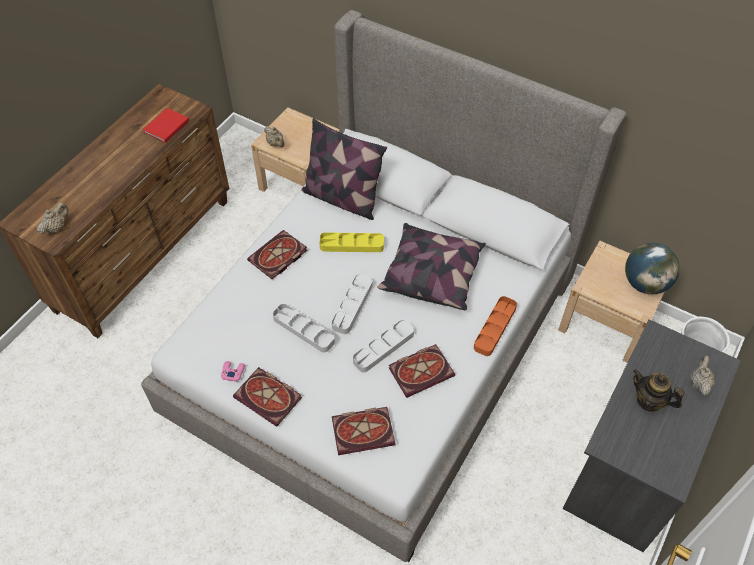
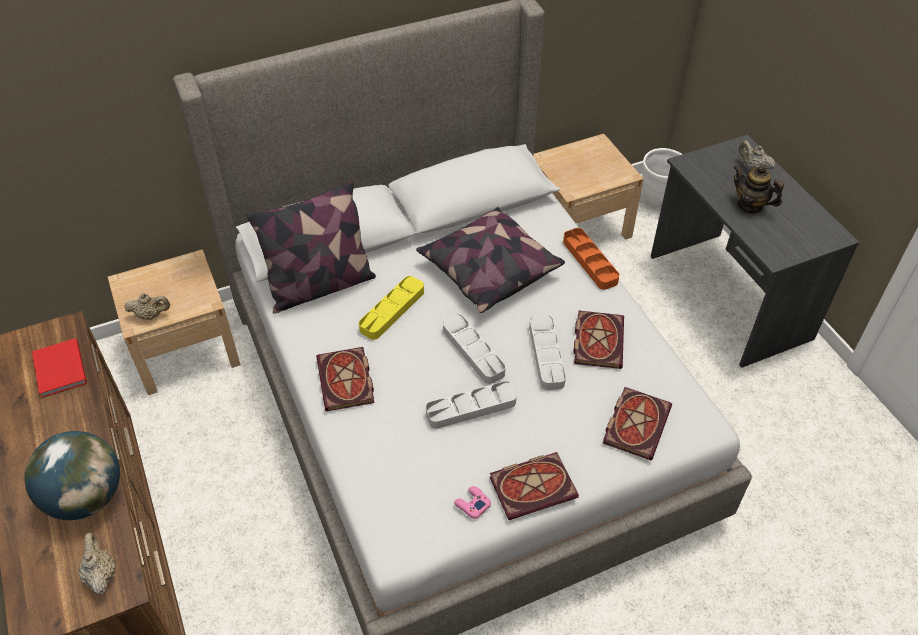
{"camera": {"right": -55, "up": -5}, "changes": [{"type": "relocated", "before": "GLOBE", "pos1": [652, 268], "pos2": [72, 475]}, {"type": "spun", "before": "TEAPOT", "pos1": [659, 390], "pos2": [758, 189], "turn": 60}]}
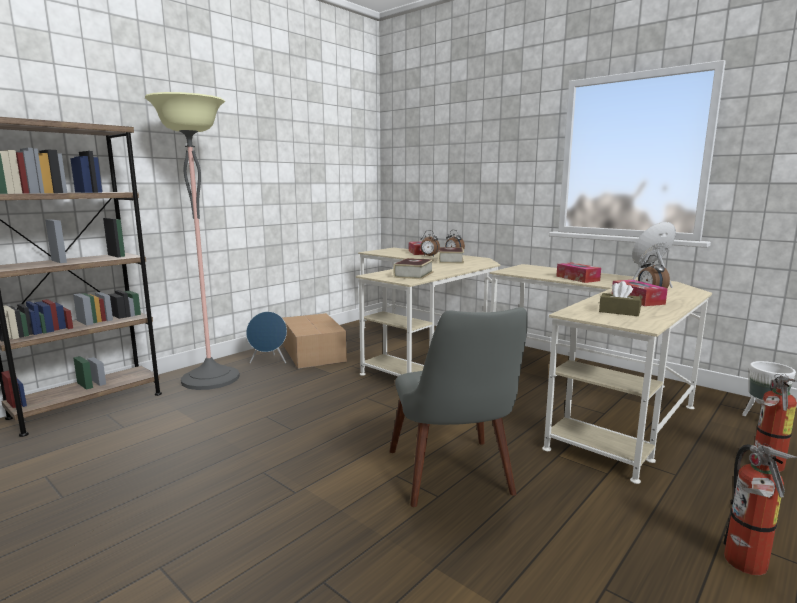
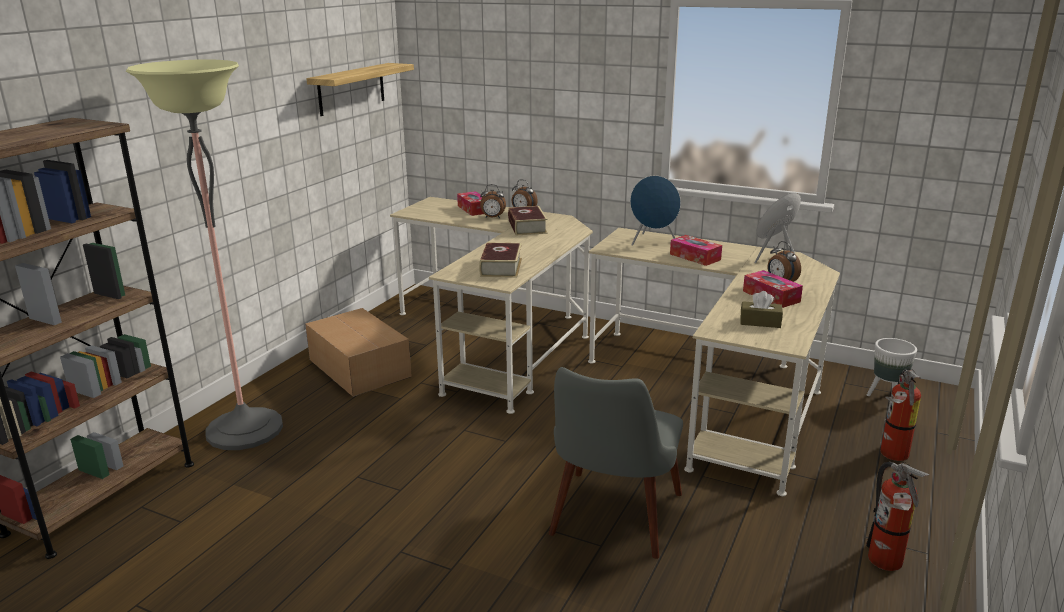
{"camera": {"right": -15, "up": 10}, "changes": [{"type": "spun", "before": "GREY CHAIR", "pos1": [459, 407], "pos2": [616, 463], "turn": 45}, {"type": "relocated", "before": "BLUE SPEAKER", "pos1": [266, 337], "pos2": [655, 211]}, {"type": "appeared", "after": "SHELF", "pos2": [360, 89]}]}
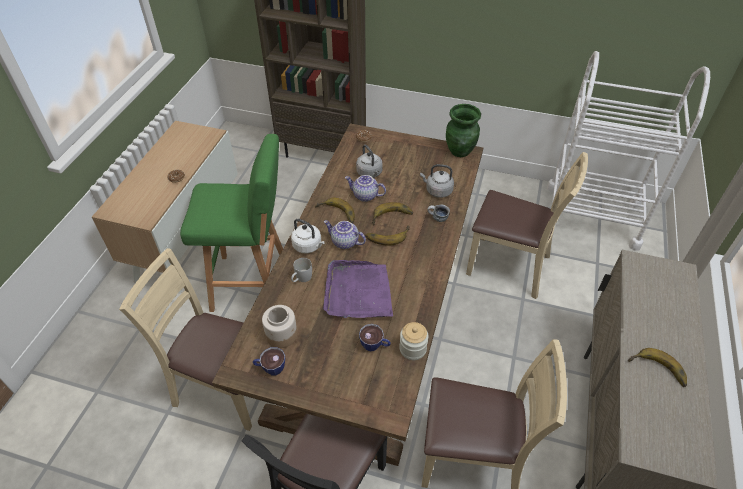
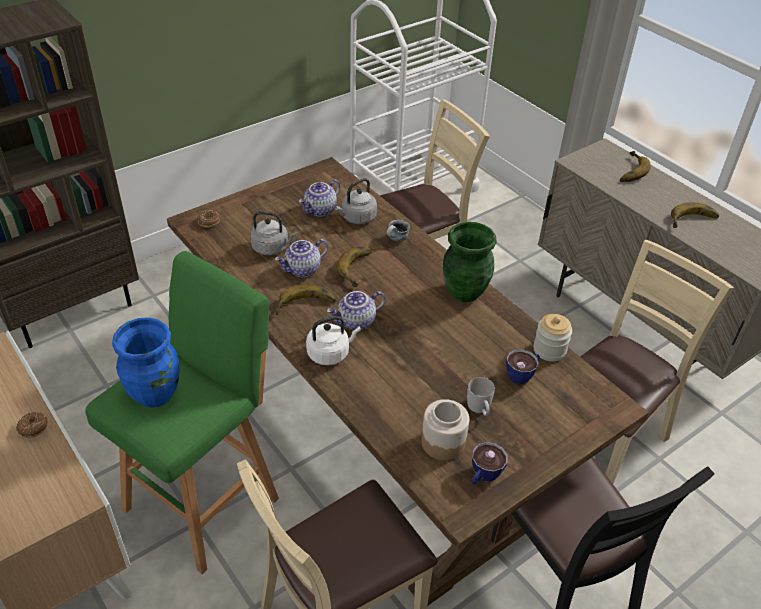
{"camera": {"right": -55, "up": -5}, "changes": [{"type": "relocated", "before": "GREEN VASE", "pos1": [463, 130], "pos2": [470, 262]}, {"type": "relocated", "before": "BANANA", "pos1": [387, 235], "pos2": [635, 166]}, {"type": "relocated", "before": "WHITE MUG", "pos1": [301, 270], "pos2": [481, 396]}, {"type": "missing", "before": "PURPLE TRAY", "pos1": [358, 289]}, {"type": "appeared", "after": "TEAPOT", "pos2": [319, 198]}, {"type": "appeared", "after": "BLUE VASE", "pos2": [145, 362]}]}
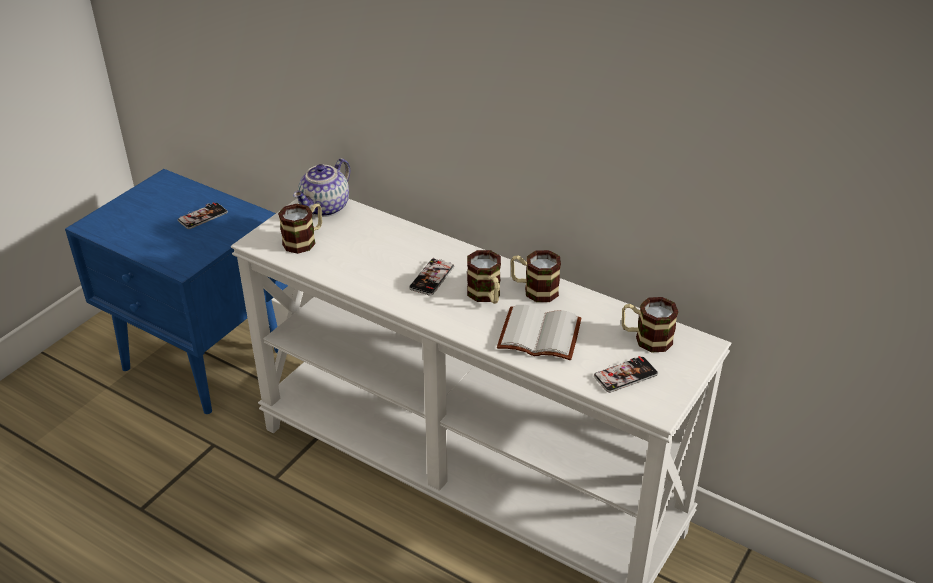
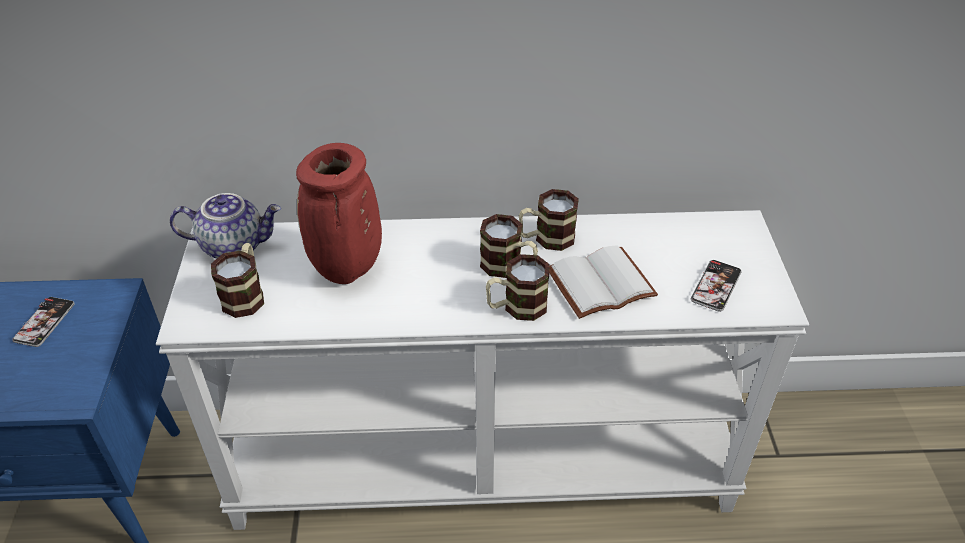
{"camera": {"right": -35, "up": 5}, "changes": [{"type": "spun", "before": "TEAPOT", "pos1": [321, 187], "pos2": [225, 225], "turn": -90}, {"type": "missing", "before": "PHONE", "pos1": [431, 277]}, {"type": "relocated", "before": "MUG", "pos1": [650, 325], "pos2": [518, 287]}, {"type": "appeared", "after": "RED VASE", "pos2": [339, 213]}]}
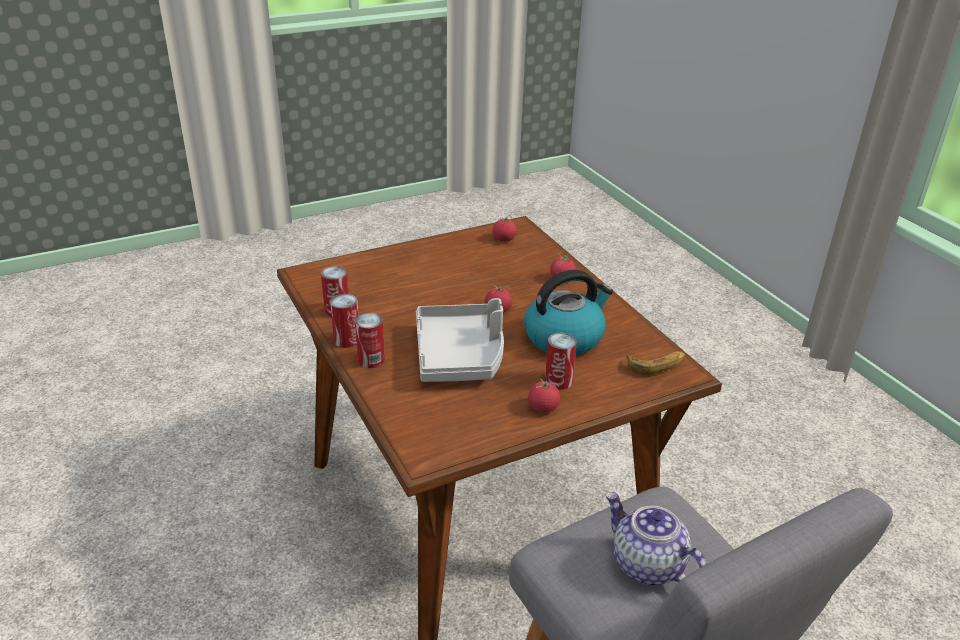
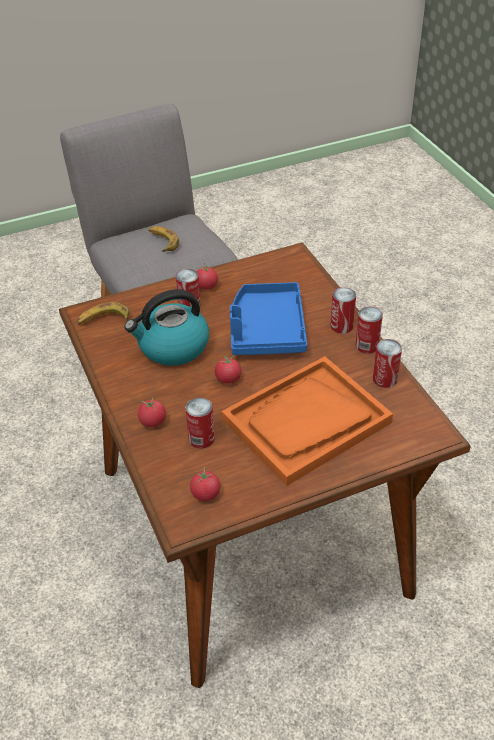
{"camera": {"right": -175, "up": 10}, "changes": [{"type": "colour", "before": "GREY TRAY", "after": "BLUE TRAY", "pos1": [460, 340], "pos2": [268, 318]}, {"type": "exchanged", "before": "TEAPOT", "after": "BANANA", "pos1": [656, 538], "pos2": [163, 239]}, {"type": "appeared", "after": "ORANGE TRAY", "pos2": [307, 421]}, {"type": "appeared", "after": "CAN", "pos2": [200, 423]}]}
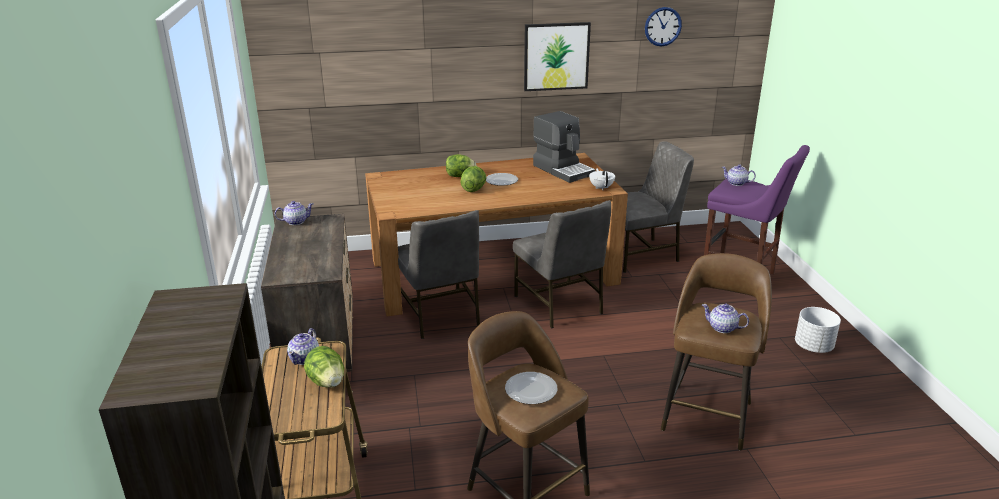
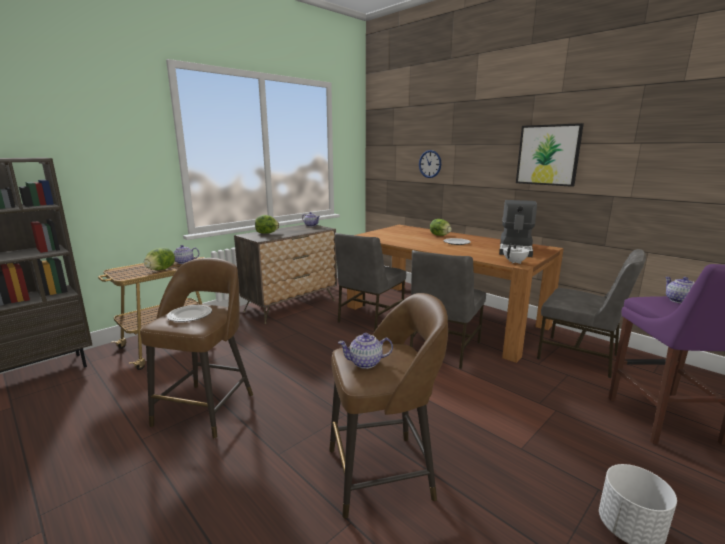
{"camera": {"right": 55, "up": -10}, "changes": [{"type": "relocated", "before": "WALL CLOCK", "pos1": [663, 26], "pos2": [430, 164]}, {"type": "relocated", "before": "LETTUCE", "pos1": [473, 179], "pos2": [267, 224]}, {"type": "spun", "before": "TEAPOT", "pos1": [725, 318], "pos2": [365, 351], "turn": -90}]}
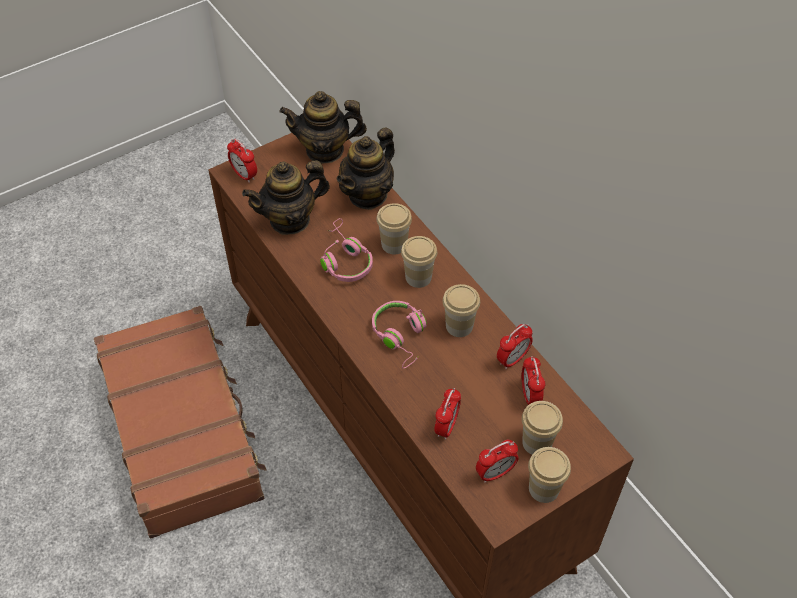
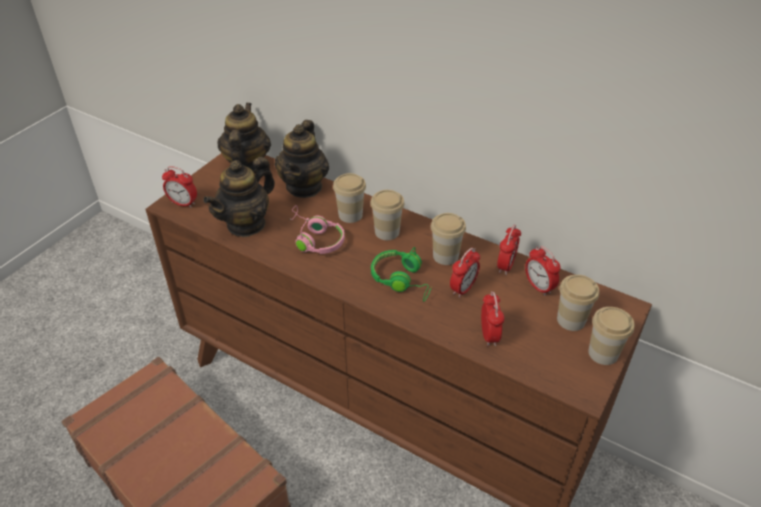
{"camera": {"right": -25, "up": -10}, "changes": [{"type": "spun", "before": "TEAPOT", "pos1": [323, 127], "pos2": [244, 138], "turn": 120}, {"type": "colour", "before": "PINK HEADPHONES", "after": "GREEN HEADPHONES", "pos1": [399, 335], "pos2": [401, 274]}, {"type": "relocated", "before": "ALARM CLOCK", "pos1": [497, 461], "pos2": [465, 273]}]}
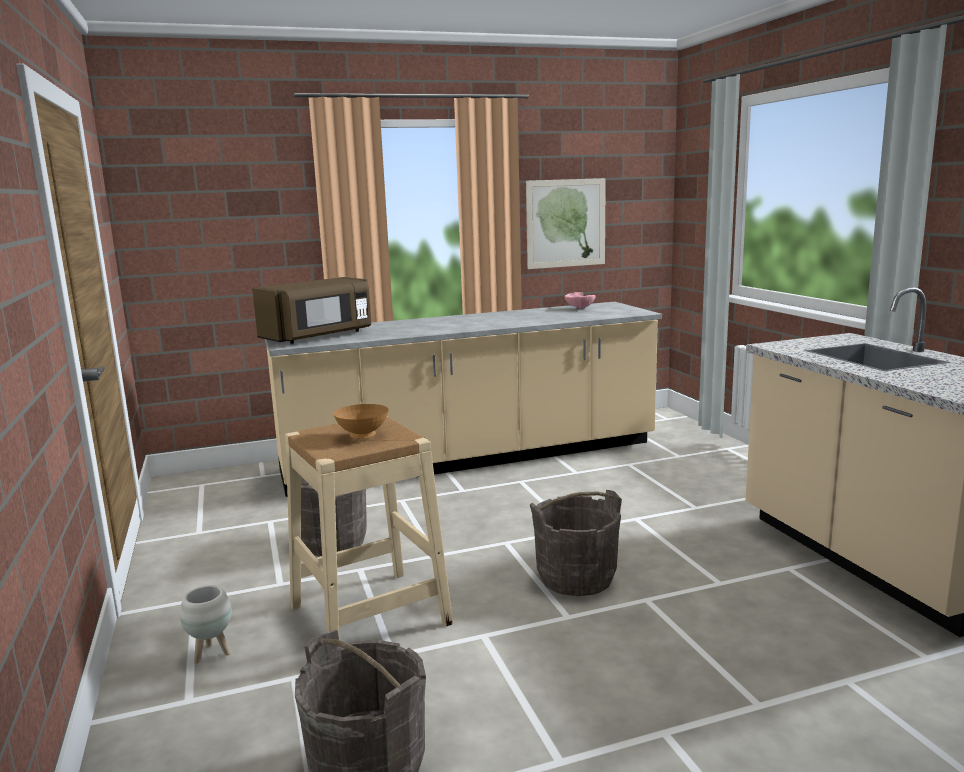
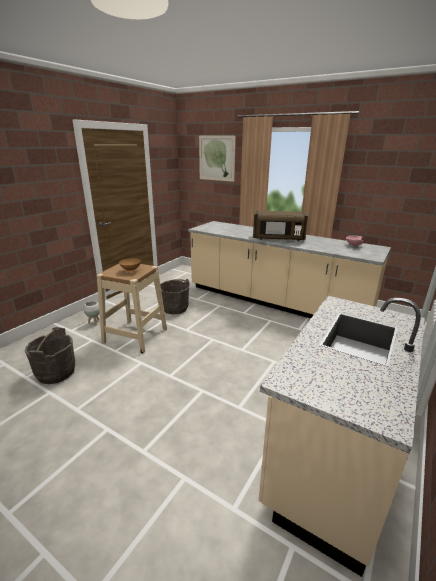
{"camera": {"right": 50, "up": 10}, "changes": [{"type": "relocated", "before": "PICTURE", "pos1": [566, 223], "pos2": [217, 158]}, {"type": "relocated", "before": "BROWN MICROWAVE", "pos1": [311, 310], "pos2": [280, 226]}, {"type": "missing", "before": "GREY BUCKET", "pos1": [576, 543]}]}
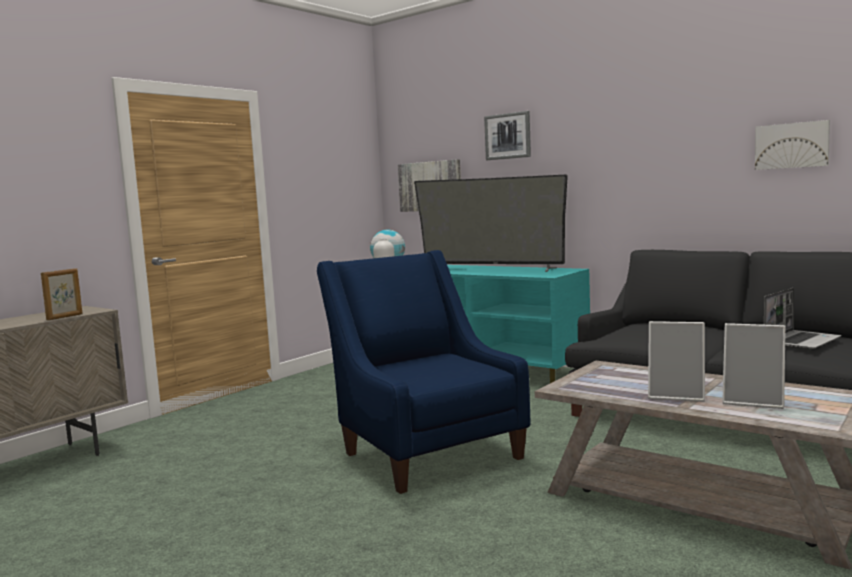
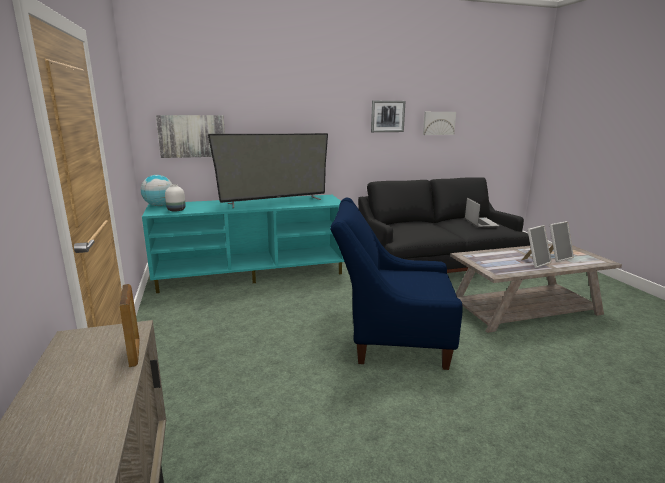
{"camera": {"right": -55, "up": 10}, "changes": [{"type": "relocated", "before": "PICTURE", "pos1": [507, 135], "pos2": [388, 116]}]}
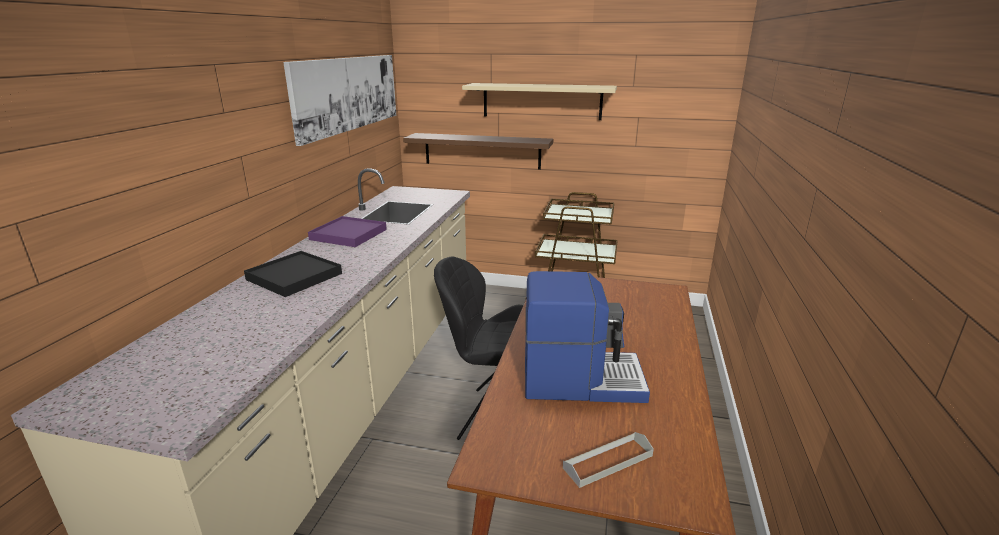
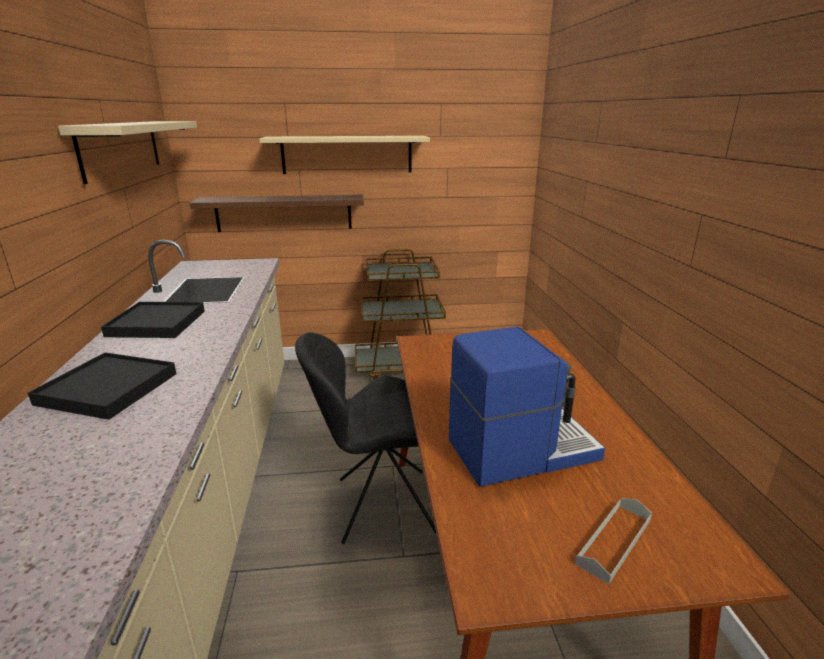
{"camera": {"right": -20, "up": 0}, "changes": [{"type": "exchanged", "before": "PICTURE", "after": "BEIGE SHELF", "pos1": [339, 100], "pos2": [127, 152]}, {"type": "colour", "before": "PURPLE TRAY", "after": "BLACK TRAY", "pos1": [347, 231], "pos2": [153, 320]}]}
